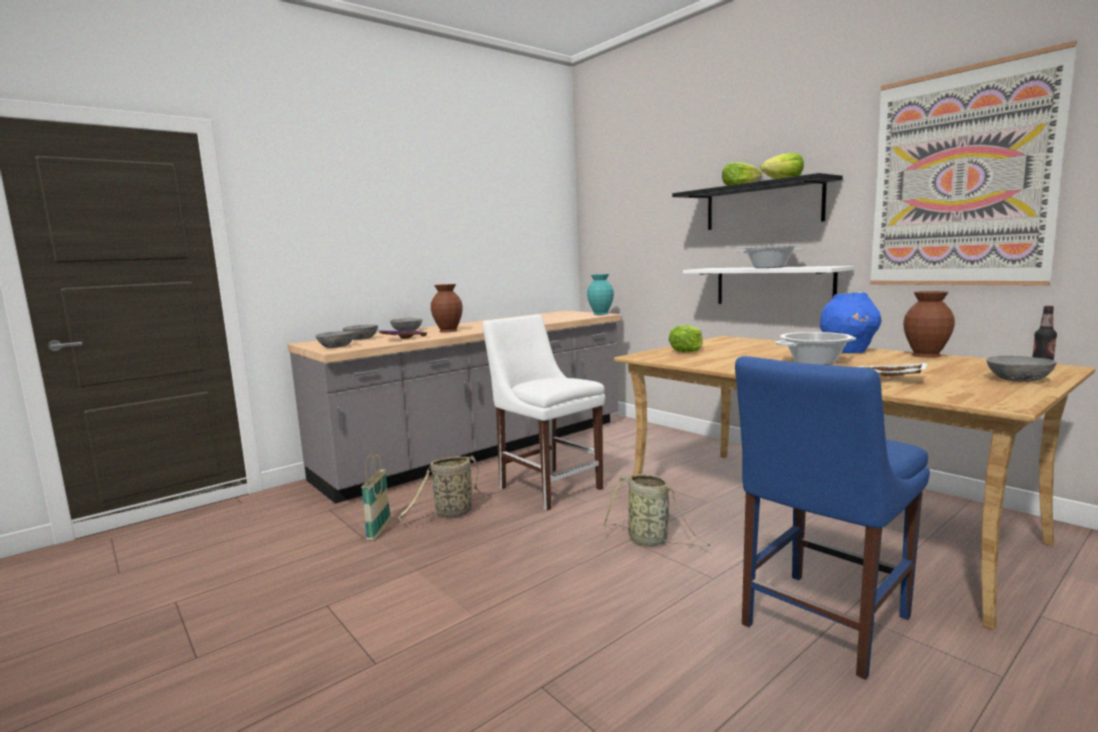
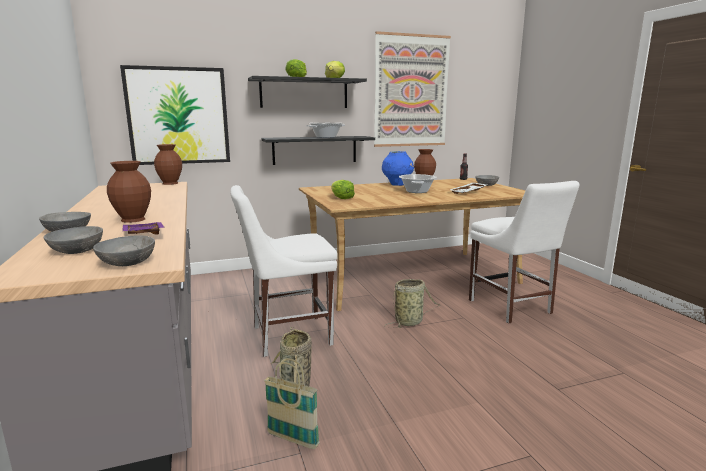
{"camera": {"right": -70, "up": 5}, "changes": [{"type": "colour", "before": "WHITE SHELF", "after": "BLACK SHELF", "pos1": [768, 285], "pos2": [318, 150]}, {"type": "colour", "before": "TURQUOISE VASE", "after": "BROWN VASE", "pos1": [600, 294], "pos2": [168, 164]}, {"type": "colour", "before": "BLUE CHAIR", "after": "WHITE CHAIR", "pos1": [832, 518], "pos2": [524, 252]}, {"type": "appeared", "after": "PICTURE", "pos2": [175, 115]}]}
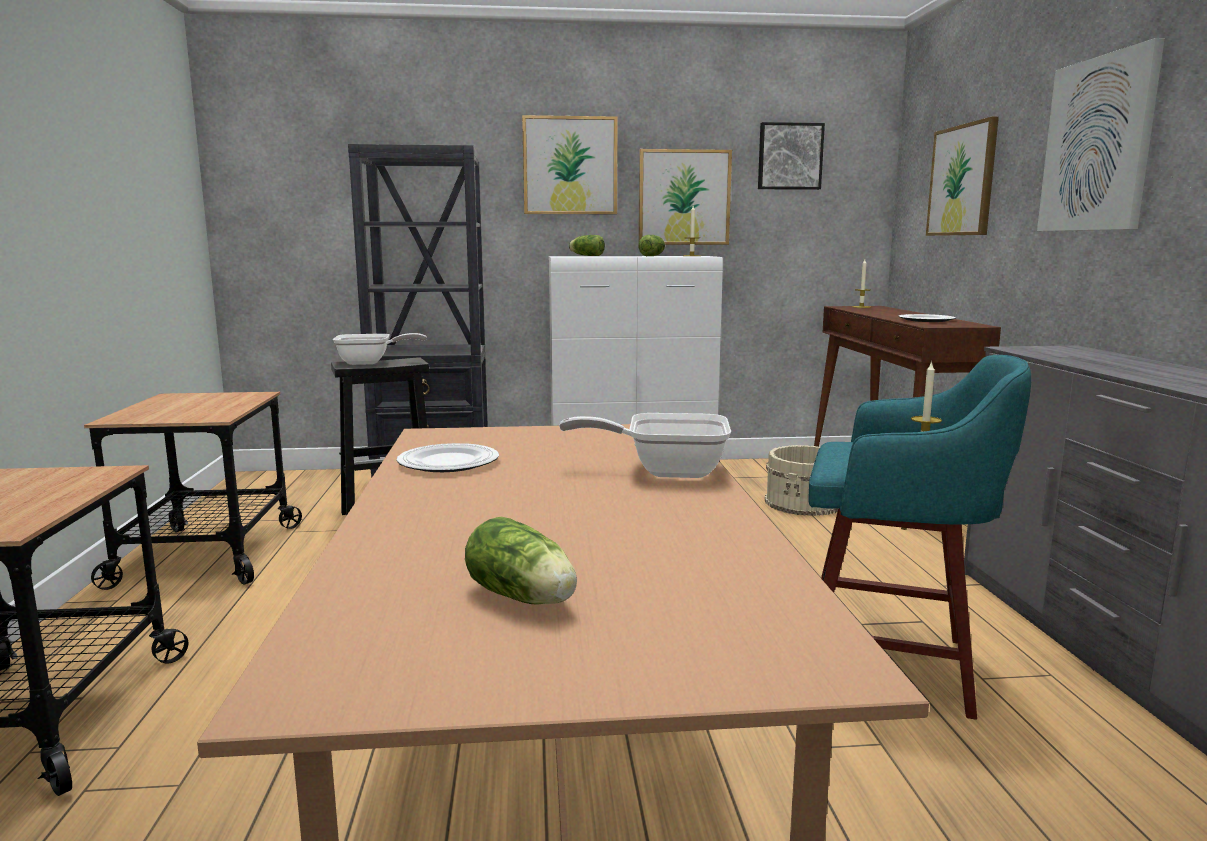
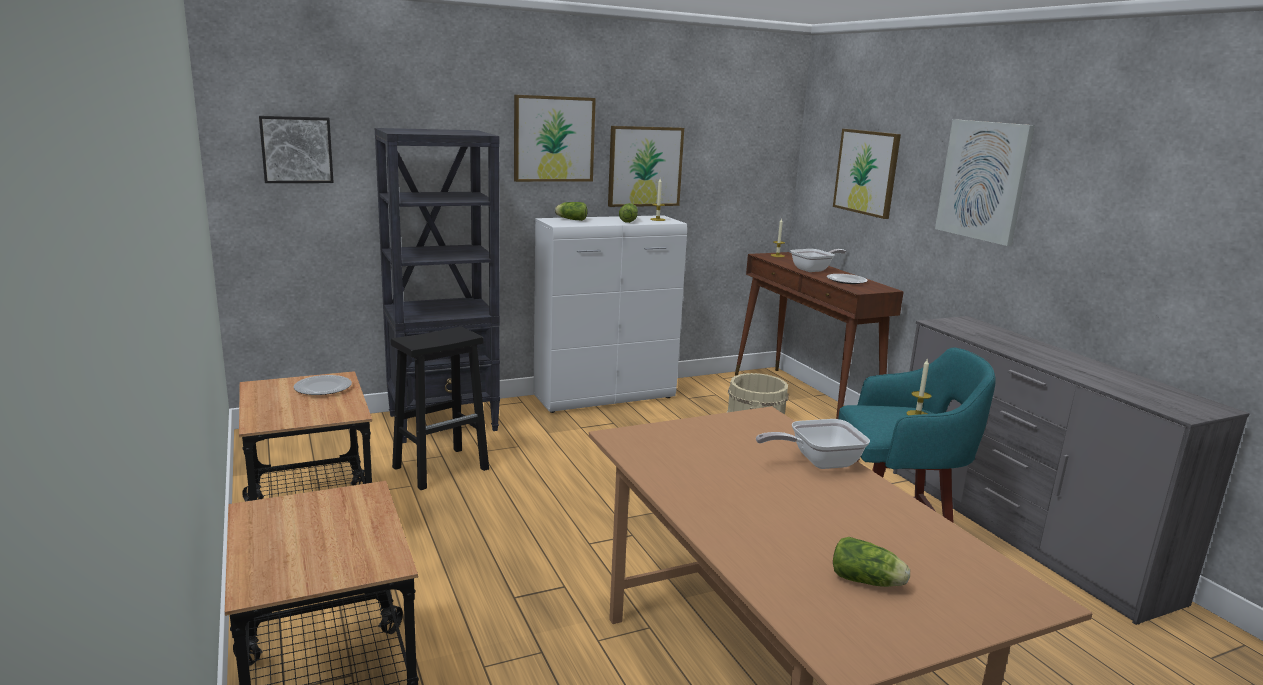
{"camera": {"right": -20, "up": 5}, "changes": [{"type": "relocated", "before": "PICTURE", "pos1": [791, 156], "pos2": [296, 149]}, {"type": "relocated", "before": "FRYING PAN", "pos1": [380, 349], "pos2": [818, 260]}, {"type": "relocated", "before": "PLATE", "pos1": [448, 457], "pos2": [323, 385]}]}
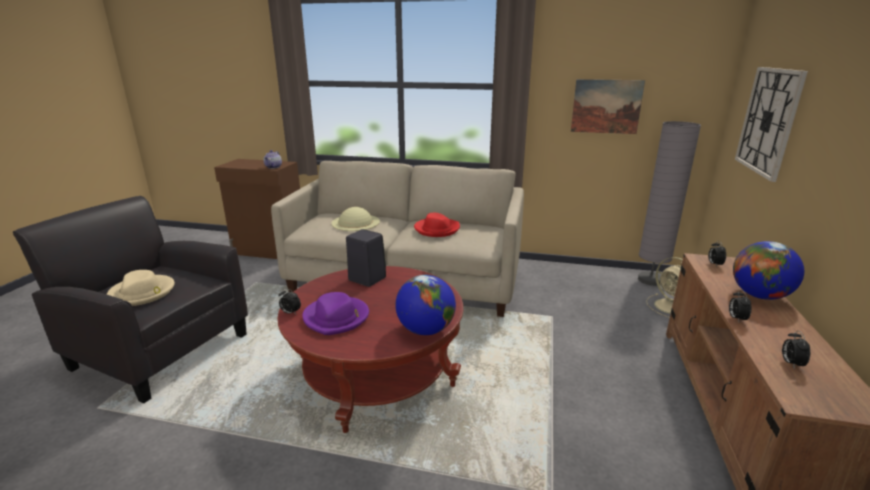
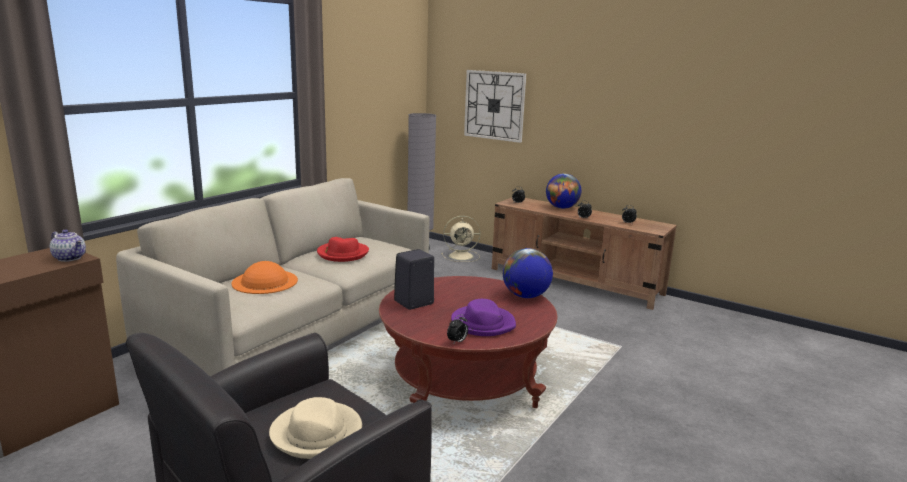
{"camera": {"right": -70, "up": -5}, "changes": [{"type": "missing", "before": "PICTURE", "pos1": [608, 106]}, {"type": "colour", "before": "BEIGE HAT", "after": "ORANGE HAT", "pos1": [355, 219], "pos2": [264, 277]}]}
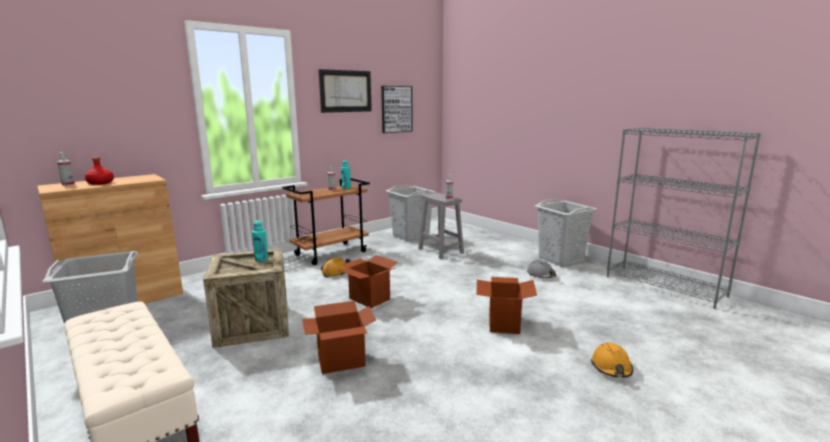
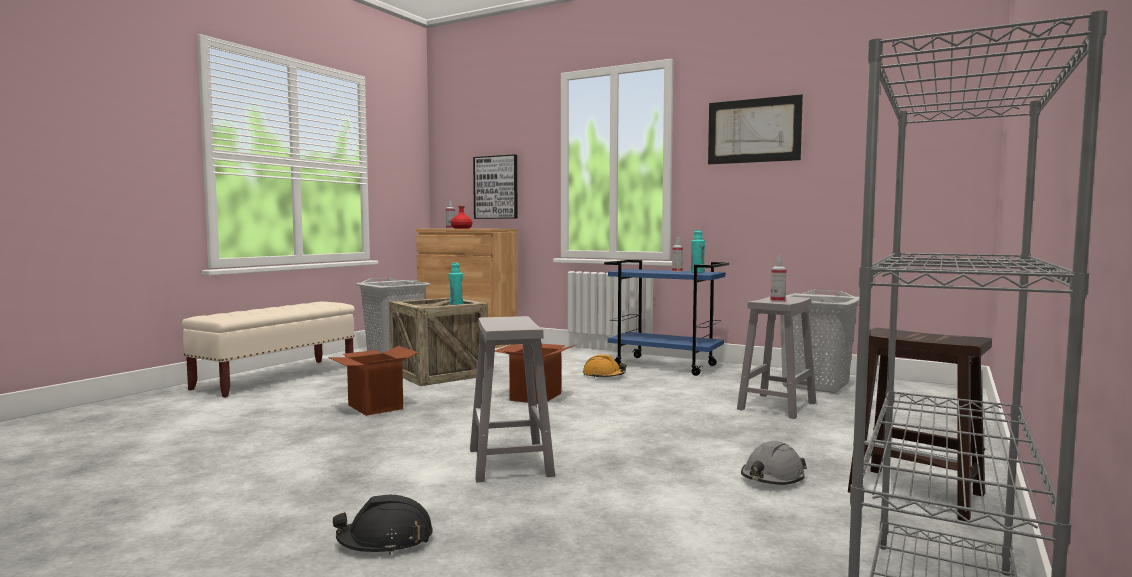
{"camera": {"right": 70, "up": -10}, "changes": [{"type": "relocated", "before": "PICTURE", "pos1": [397, 109], "pos2": [495, 186]}, {"type": "colour", "before": "BROWN CART", "after": "BLUE CART", "pos1": [326, 221], "pos2": [666, 318]}, {"type": "exchanged", "before": "GREY LAUNDRY BASKET", "after": "BROWN STOOL", "pos1": [566, 233], "pos2": [920, 424]}, {"type": "exchanged", "before": "CARDBOARD BOX", "after": "GREY STOOL", "pos1": [506, 305], "pos2": [512, 399]}, {"type": "colour", "before": "ORANGE HARD HAT", "after": "BLACK HARD HAT", "pos1": [612, 360], "pos2": [383, 525]}]}
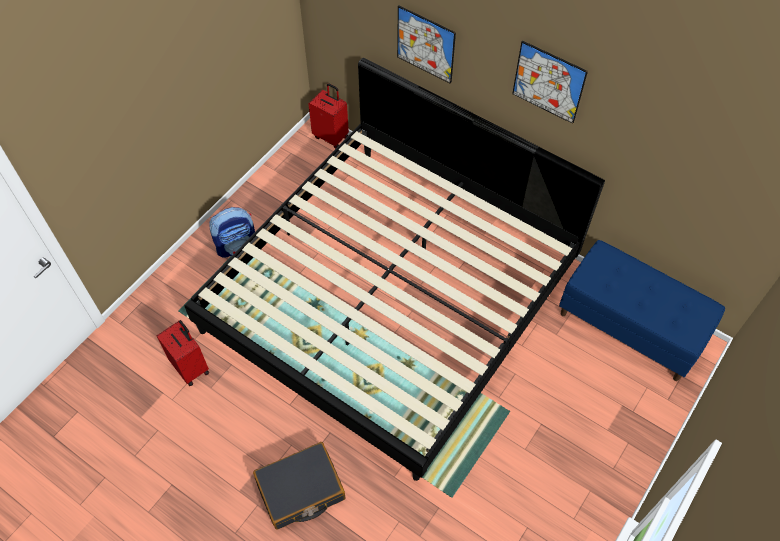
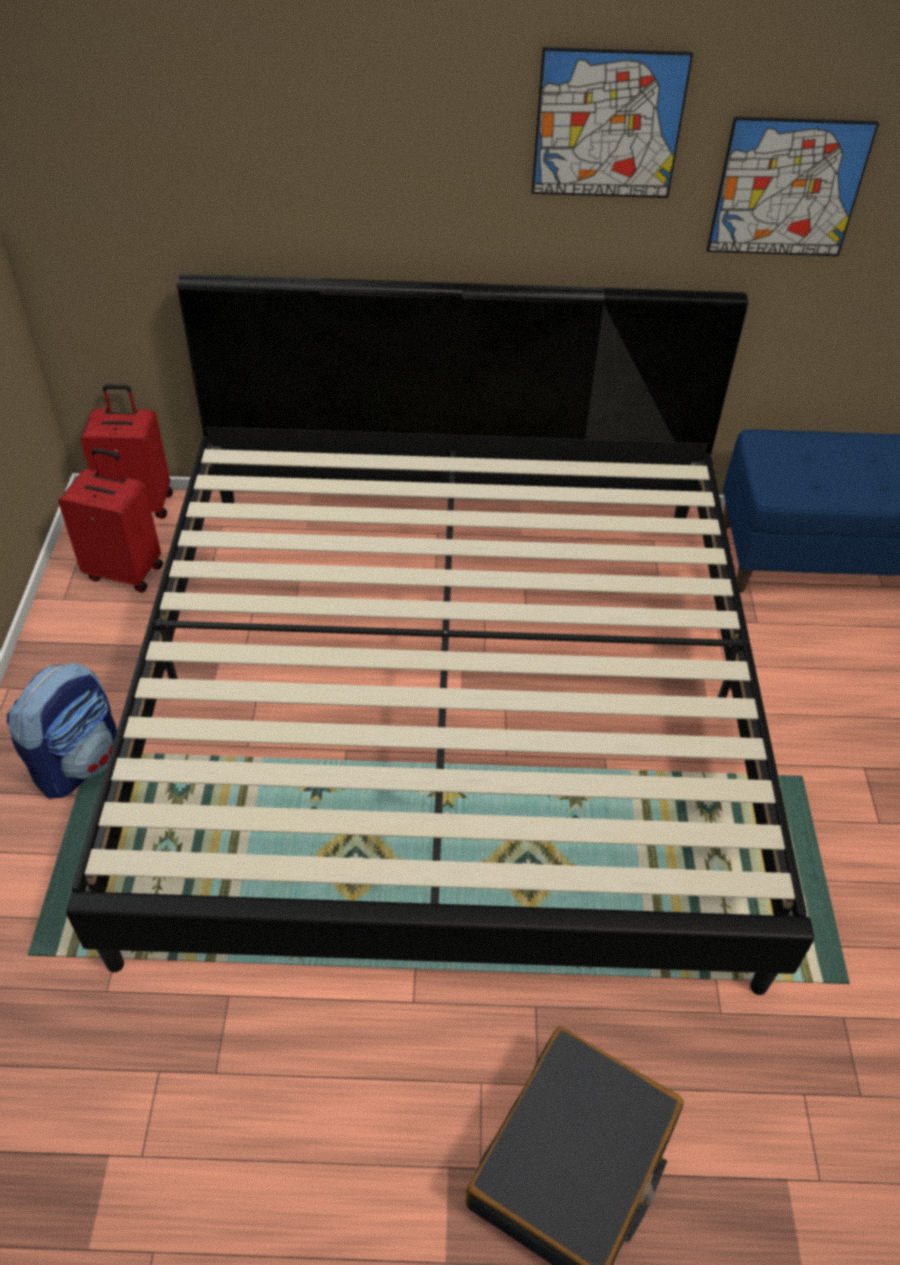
{"camera": {"right": -35, "up": -10}, "changes": [{"type": "relocated", "before": "PICTURE", "pos1": [426, 44], "pos2": [792, 186]}, {"type": "relocated", "before": "RED SUITCASE", "pos1": [182, 353], "pos2": [110, 520]}]}
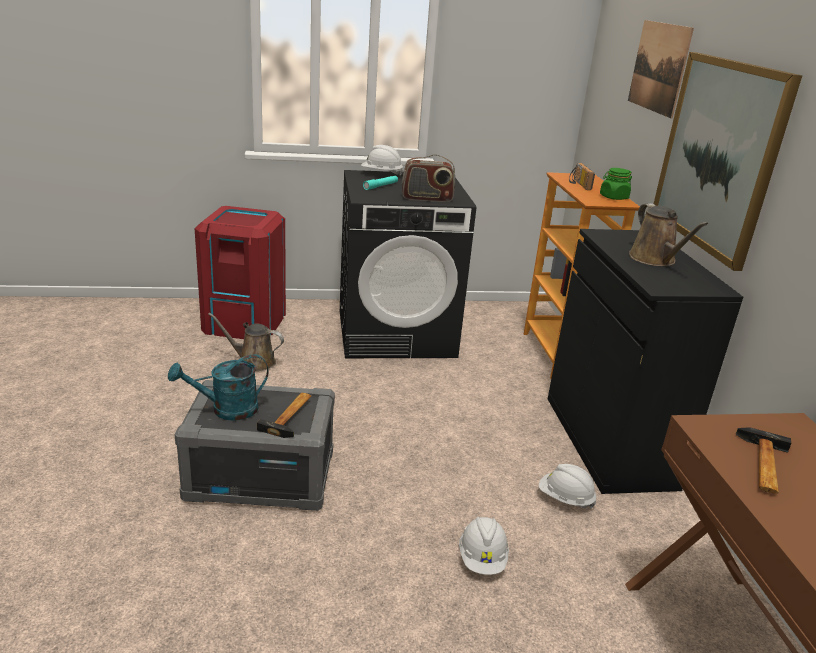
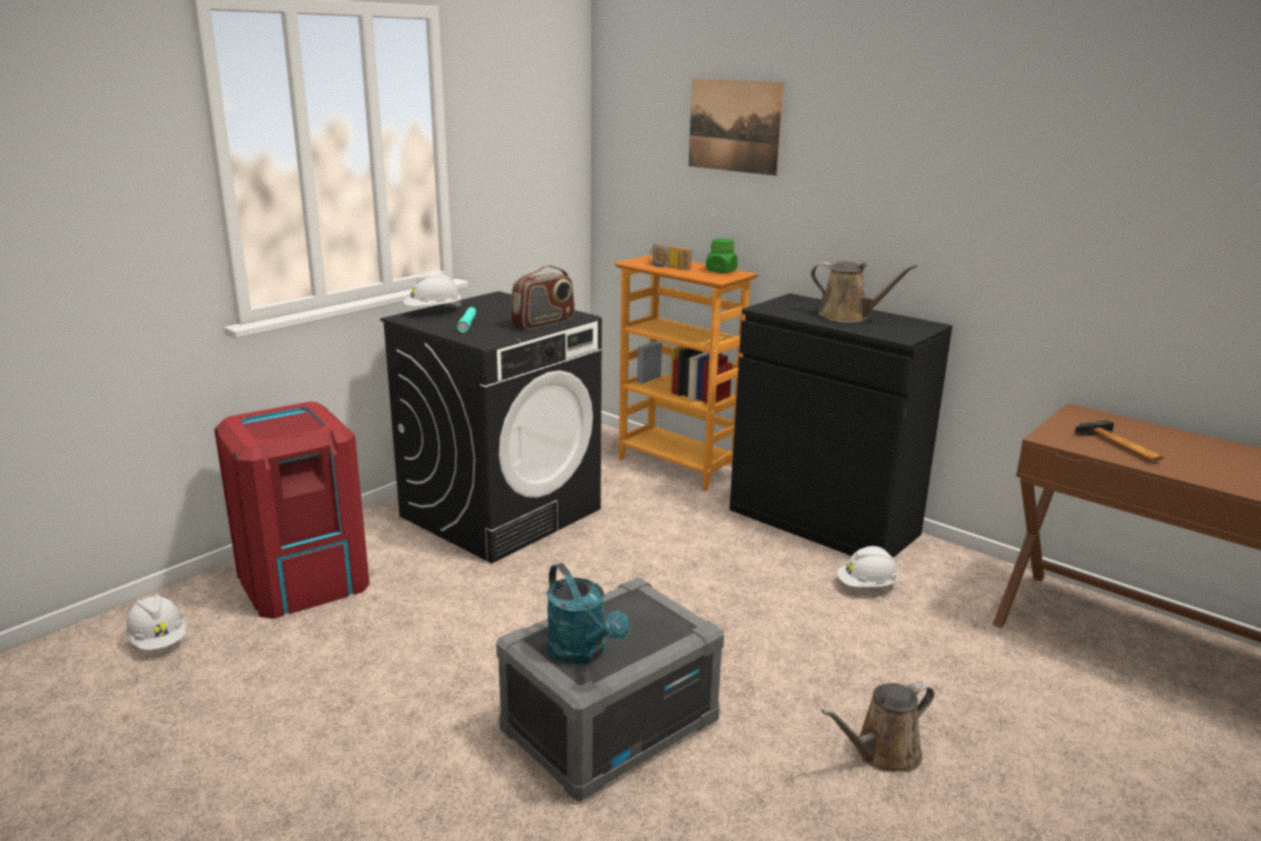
{"camera": {"right": -40, "up": -5}, "changes": [{"type": "missing", "before": "PICTURE", "pos1": [728, 161]}, {"type": "relocated", "before": "BROWN WATERING CAN", "pos1": [246, 342], "pos2": [877, 726]}, {"type": "spun", "before": "TURQUOISE WATERING CAN", "pos1": [218, 387], "pos2": [588, 613], "turn": -60}, {"type": "missing", "before": "HAMMER", "pos1": [284, 415]}, {"type": "relocated", "before": "WHITE HARD HAT", "pos1": [484, 546], "pos2": [155, 622]}]}
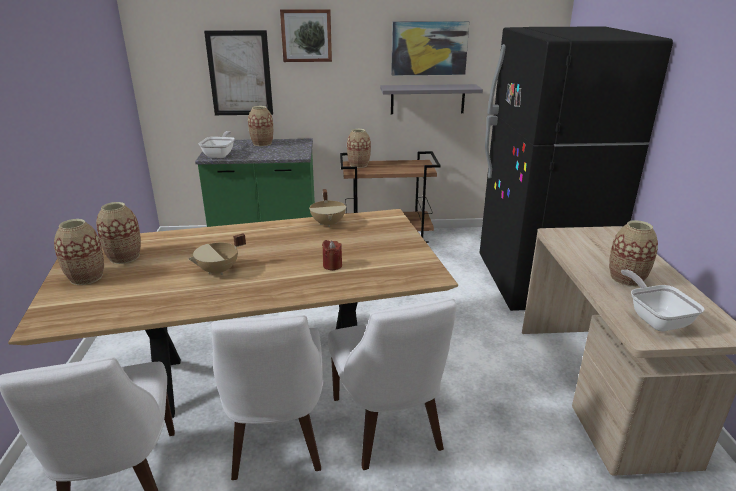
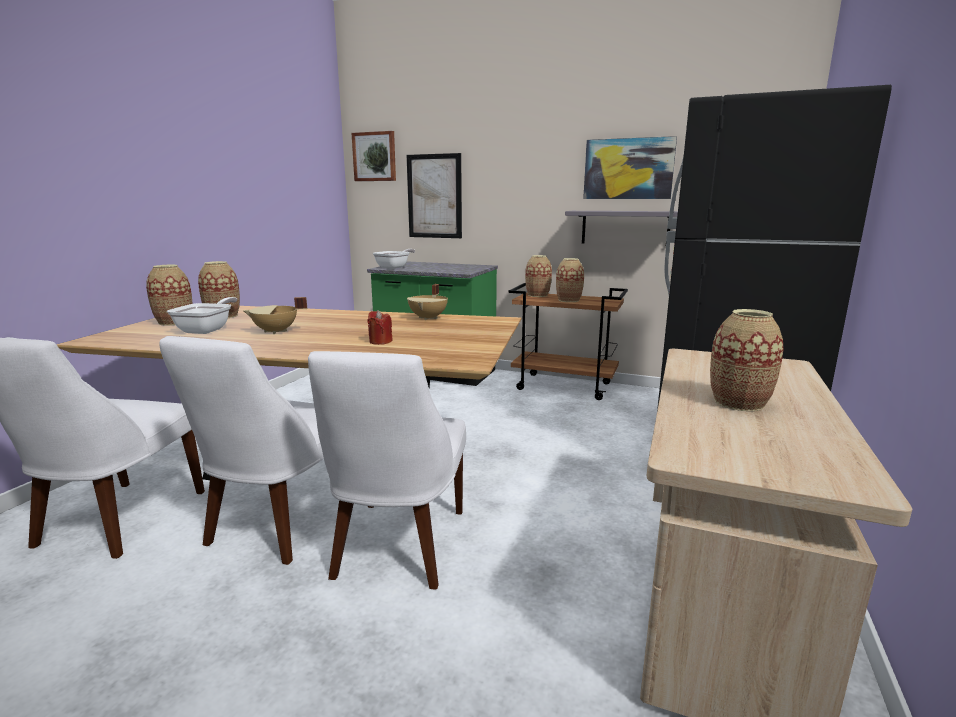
{"camera": {"right": 25, "up": -10}, "changes": [{"type": "relocated", "before": "PICTURE", "pos1": [306, 35], "pos2": [373, 156]}, {"type": "relocated", "before": "VASE", "pos1": [260, 126], "pos2": [570, 280]}, {"type": "relocated", "before": "FRYING PAN", "pos1": [663, 300], "pos2": [202, 315]}]}
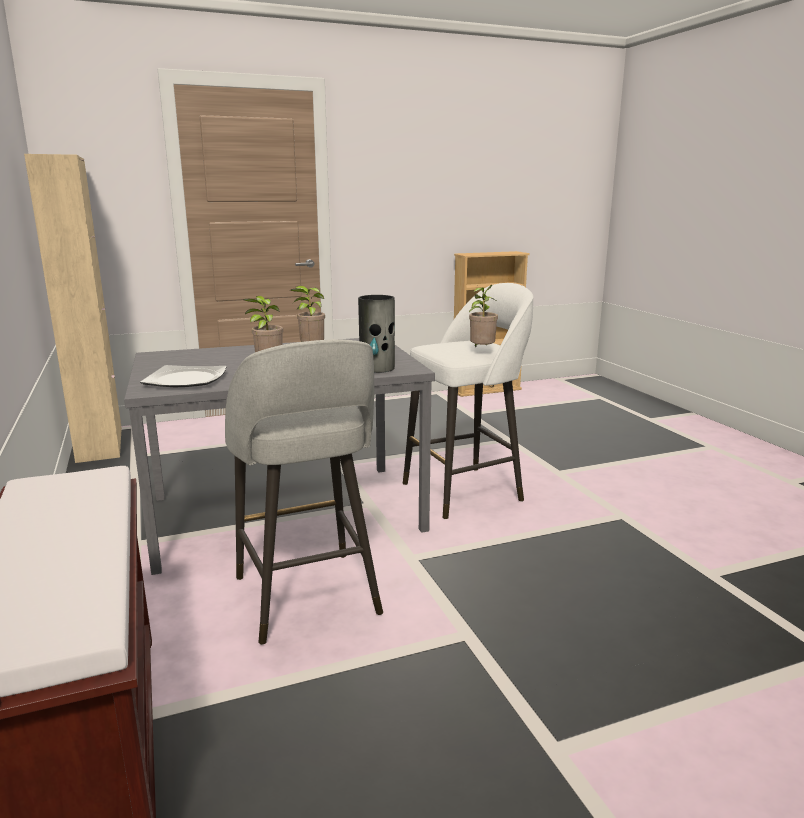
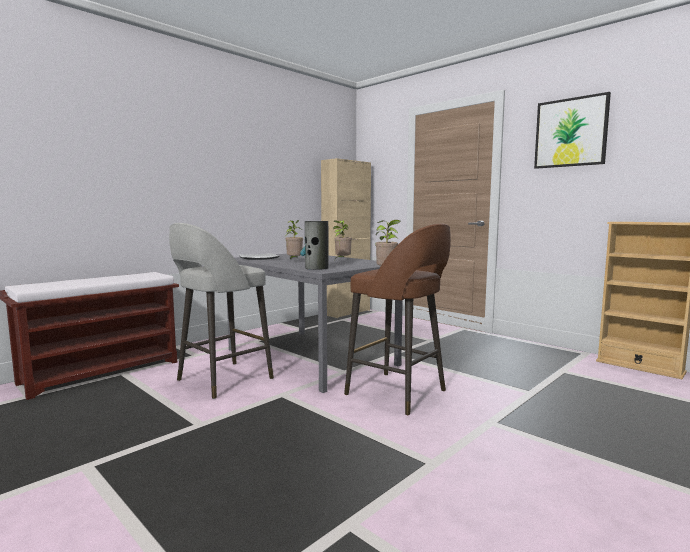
{"camera": {"right": 65, "up": -10}, "changes": [{"type": "colour", "before": "WHITE STOOL", "after": "BROWN STOOL", "pos1": [468, 401], "pos2": [397, 319]}, {"type": "appeared", "after": "PICTURE", "pos2": [572, 130]}]}
